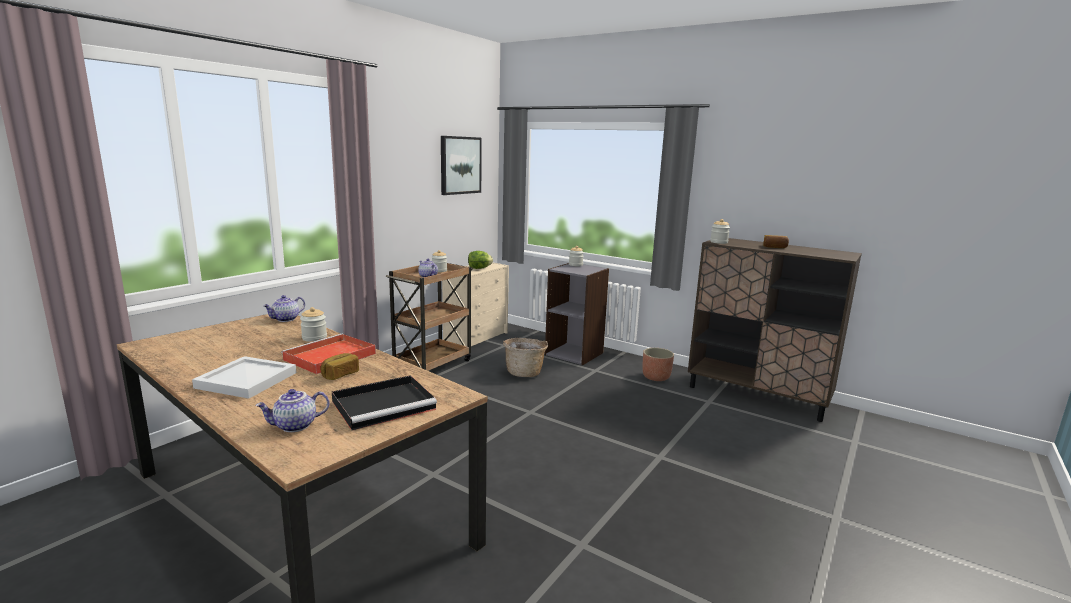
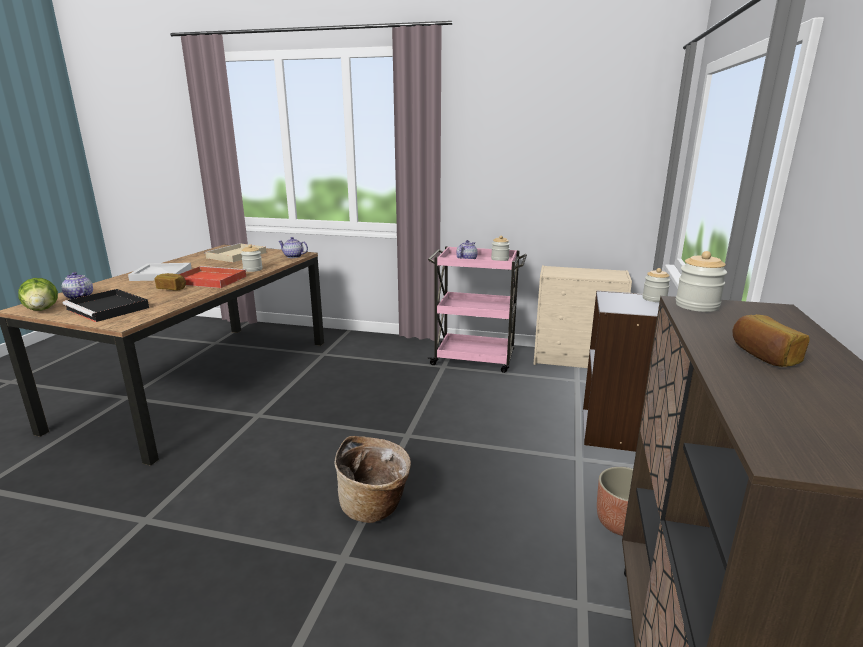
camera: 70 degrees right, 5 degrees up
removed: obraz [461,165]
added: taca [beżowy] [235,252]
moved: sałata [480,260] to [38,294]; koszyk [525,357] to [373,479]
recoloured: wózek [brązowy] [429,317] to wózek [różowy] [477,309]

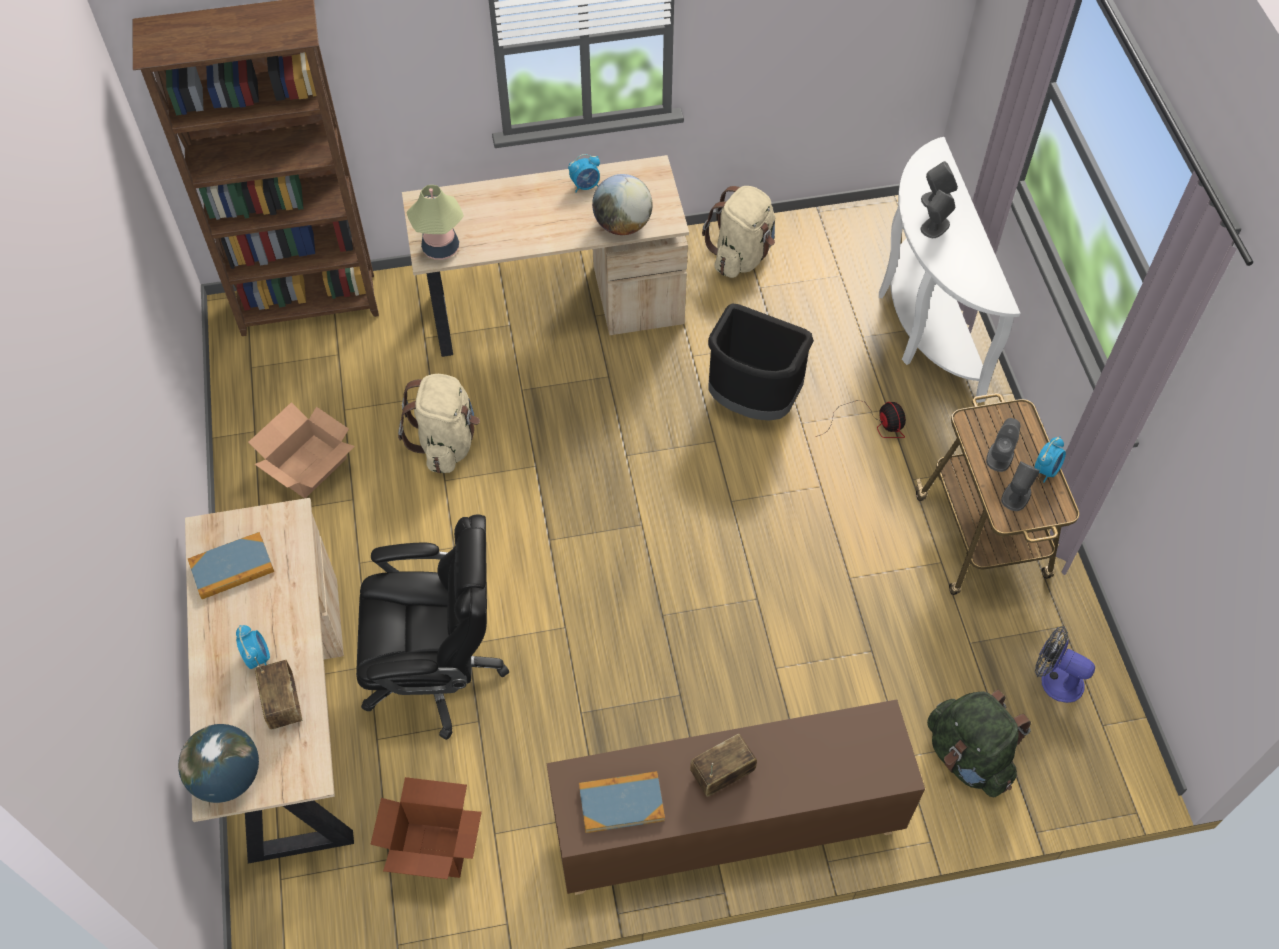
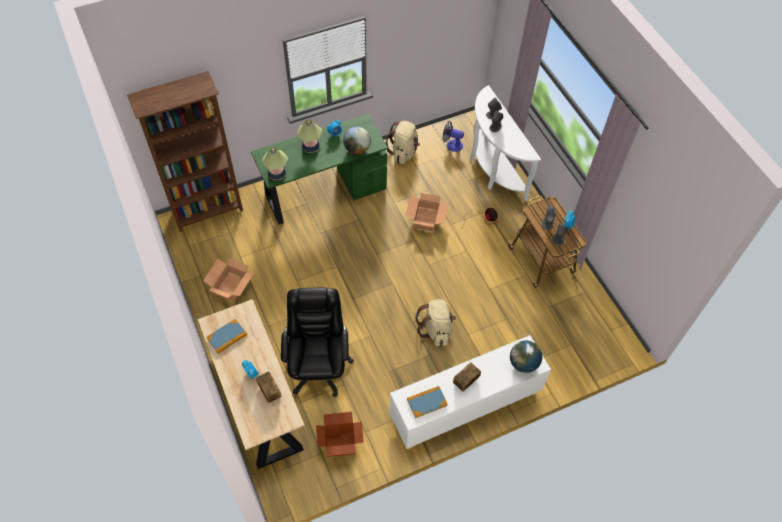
camera: 15 degrees left, 0 degrees up
removed: plecak [zielony] [979,743]
added: lampa stołowa [309,136]
moved: plecak [beżowy] [439,423] to [436,323]; wentylator [1065,664] to [453,136]; globus [218,763] to [526,357]
replaced: kosz na śmieci [czarny] [761,361] to karton [427,212]
recoloured: biurko [beżowy] [545,256] to biurko [zielony] [319,169]; szafka [brązowy] [735,797] to szafka [biały] [470,392]
turned: krzesło biurowe [czarny] [432,627] = [317,342] 75 degrees counterclockwise

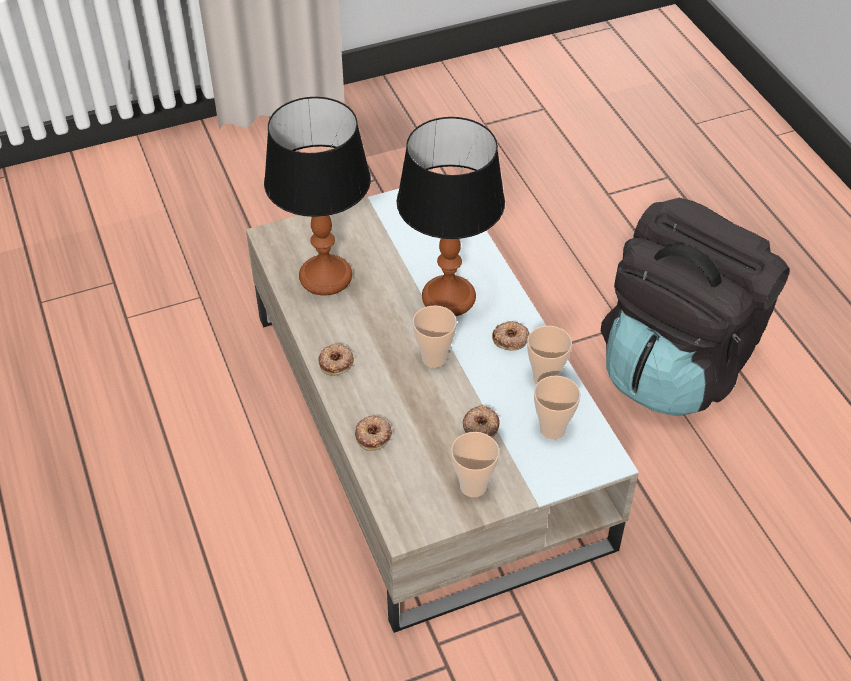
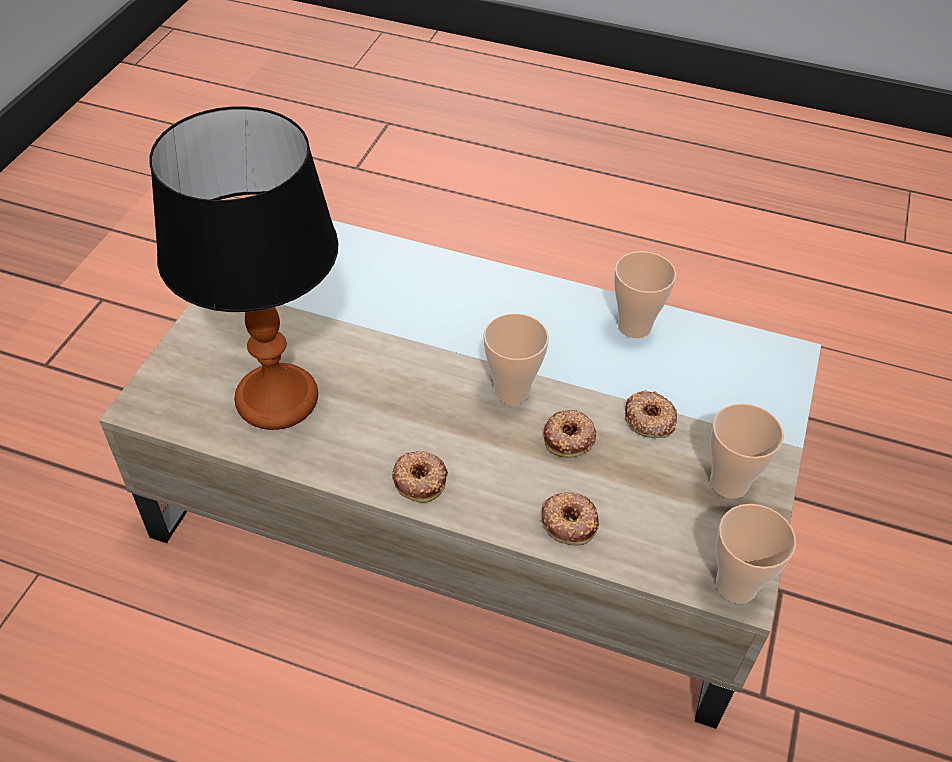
camera: 50 degrees left, 0 degrees up
removed: lampa stołowa [451,216]; plecak [czarny] [695,307]
moved: donut [510,336] to [569,434]; filiżanka [557,408] to [756,554]

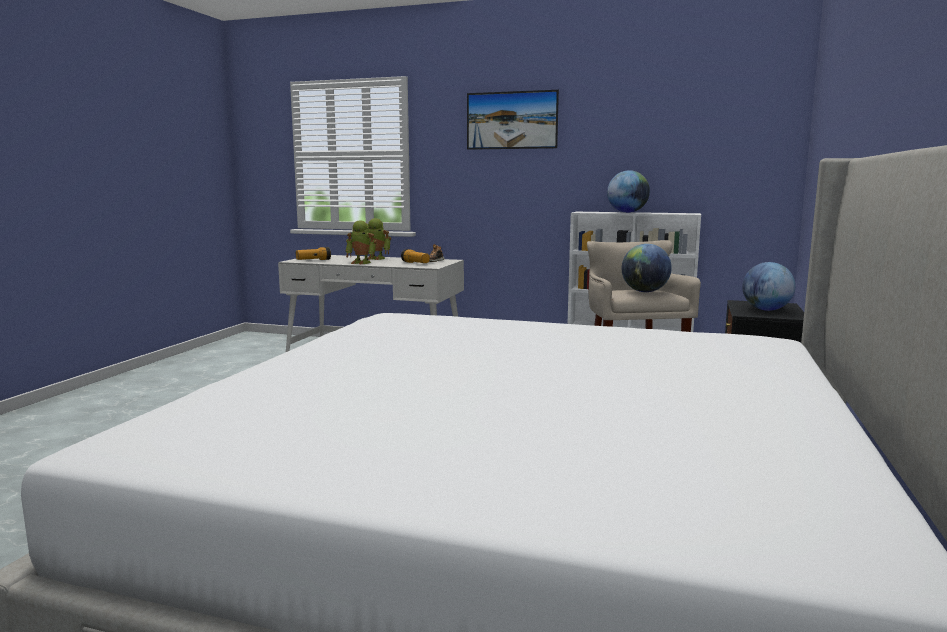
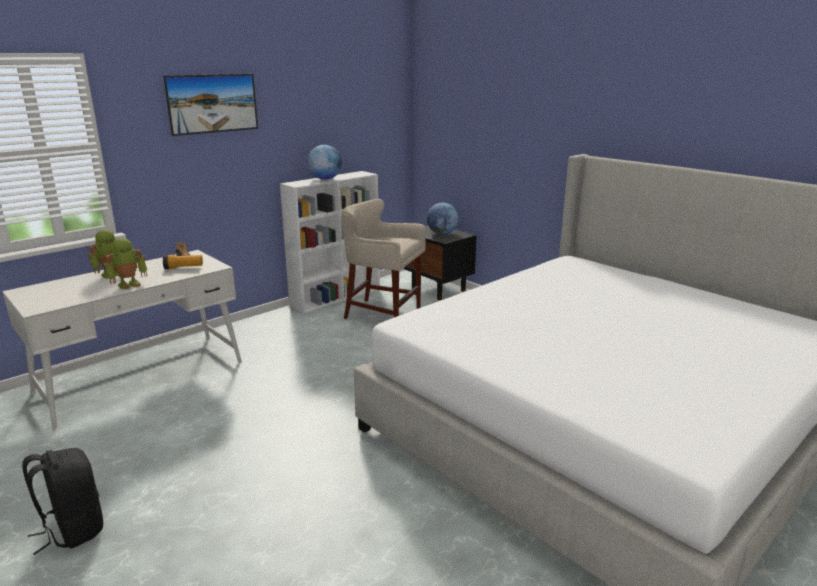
camera: 60 degrees left, 10 degrees up
removed: globus [647,268]; latarka [313,253]
added: plecak [czarny] [62,501]

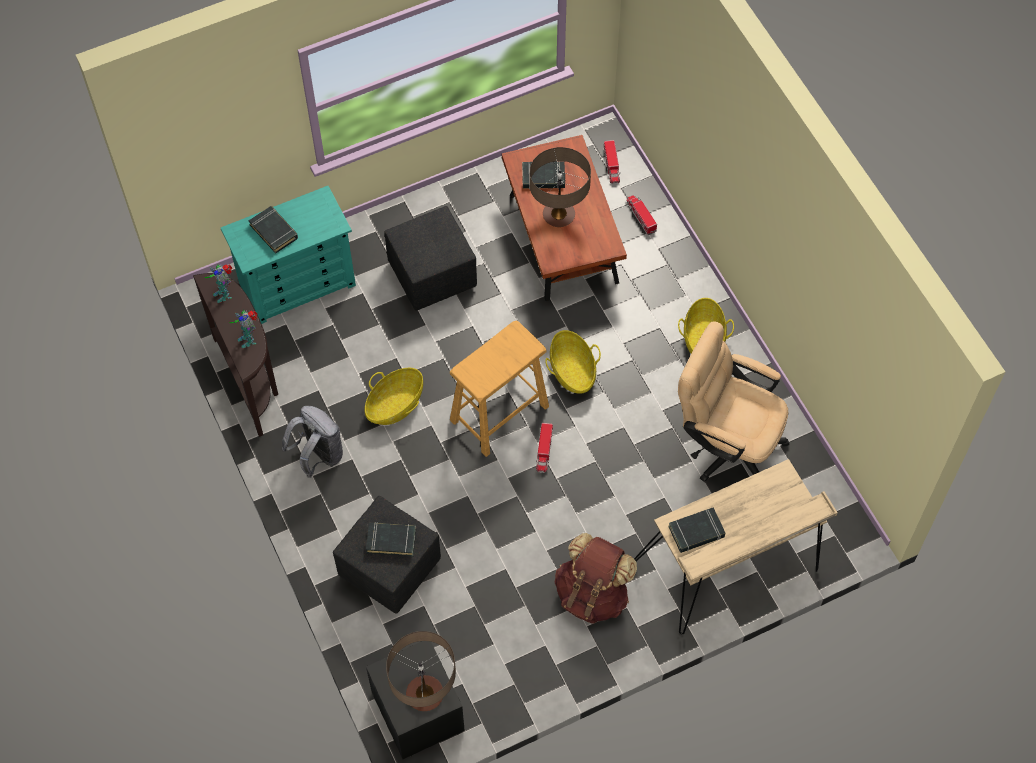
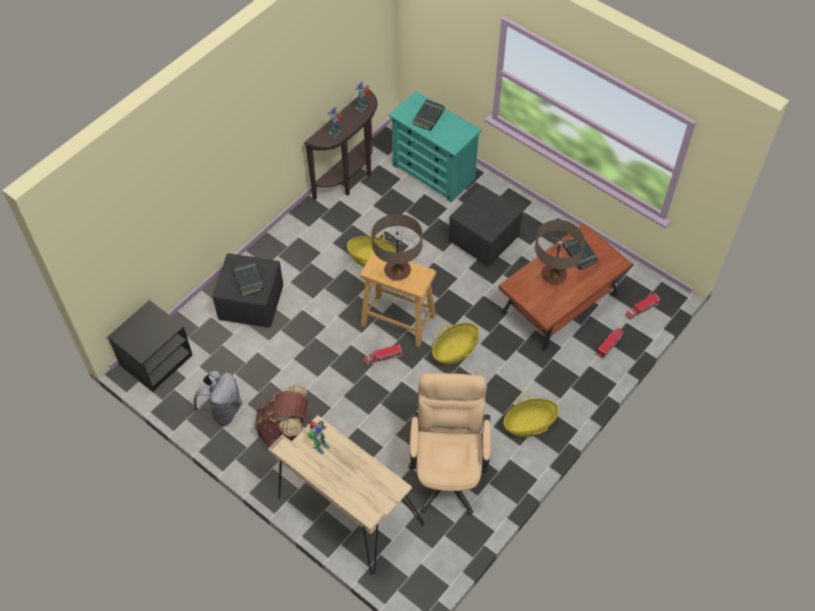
camera: 65 degrees right, 5 degrees down
moved: plecak [szary] [312,442] to [218,398]; lampa stołowa [421,671] to [397,247]
replaced: książka [czarny] [696,530] to robot zabawkowy [319,437]

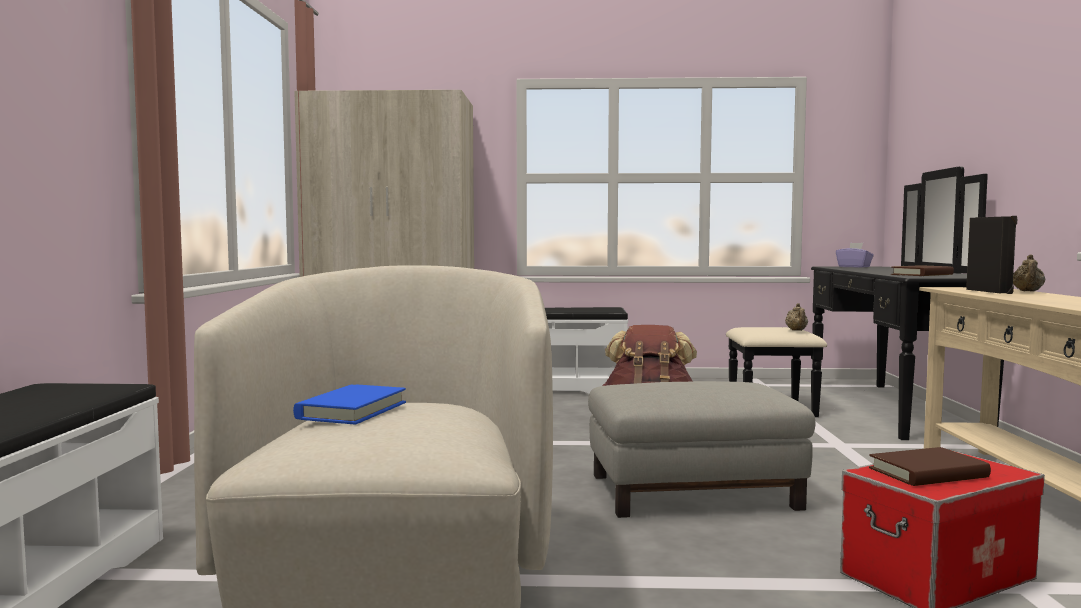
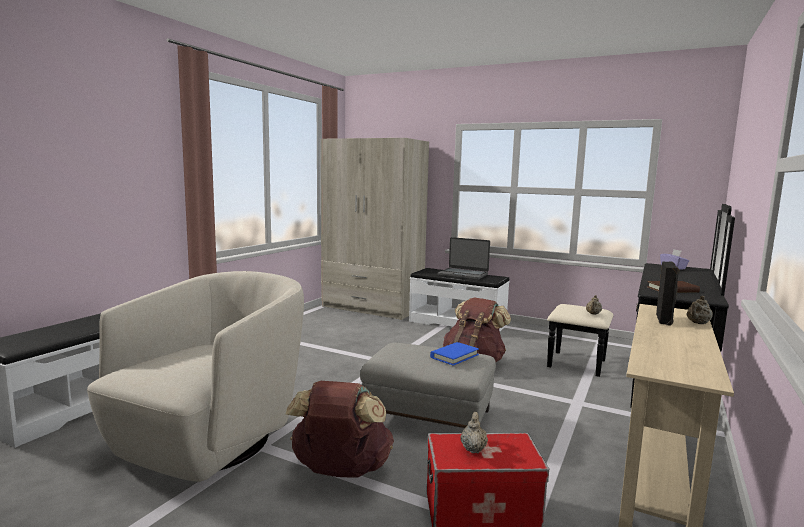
camera: 25 degrees right, 5 degrees up
added: laptop [464,258]; plecak [brązowy] [340,429]
moved: książka [niebieski] [349,404] to [454,354]
replaced: książka [brązowy] [930,466] to imbryk [beżowy] [474,433]

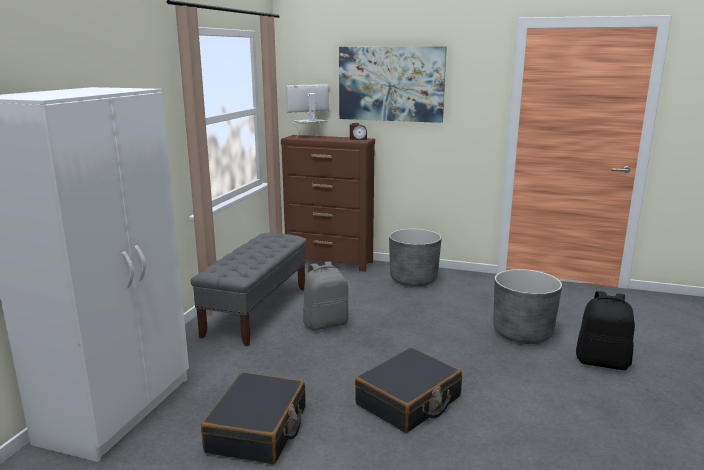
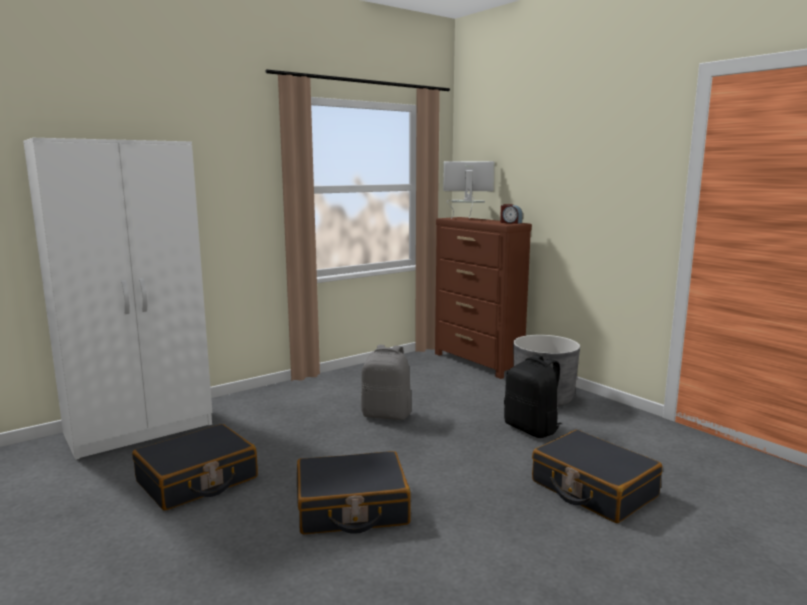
camera: 35 degrees right, 5 degrees down
removed: obraz [393,84]; ławka [szary] [249,289]
moved: plecak [czarny] [605,330] to [533,396]
replaced: donica [szary] [527,306] to walizka [czarny] [597,476]

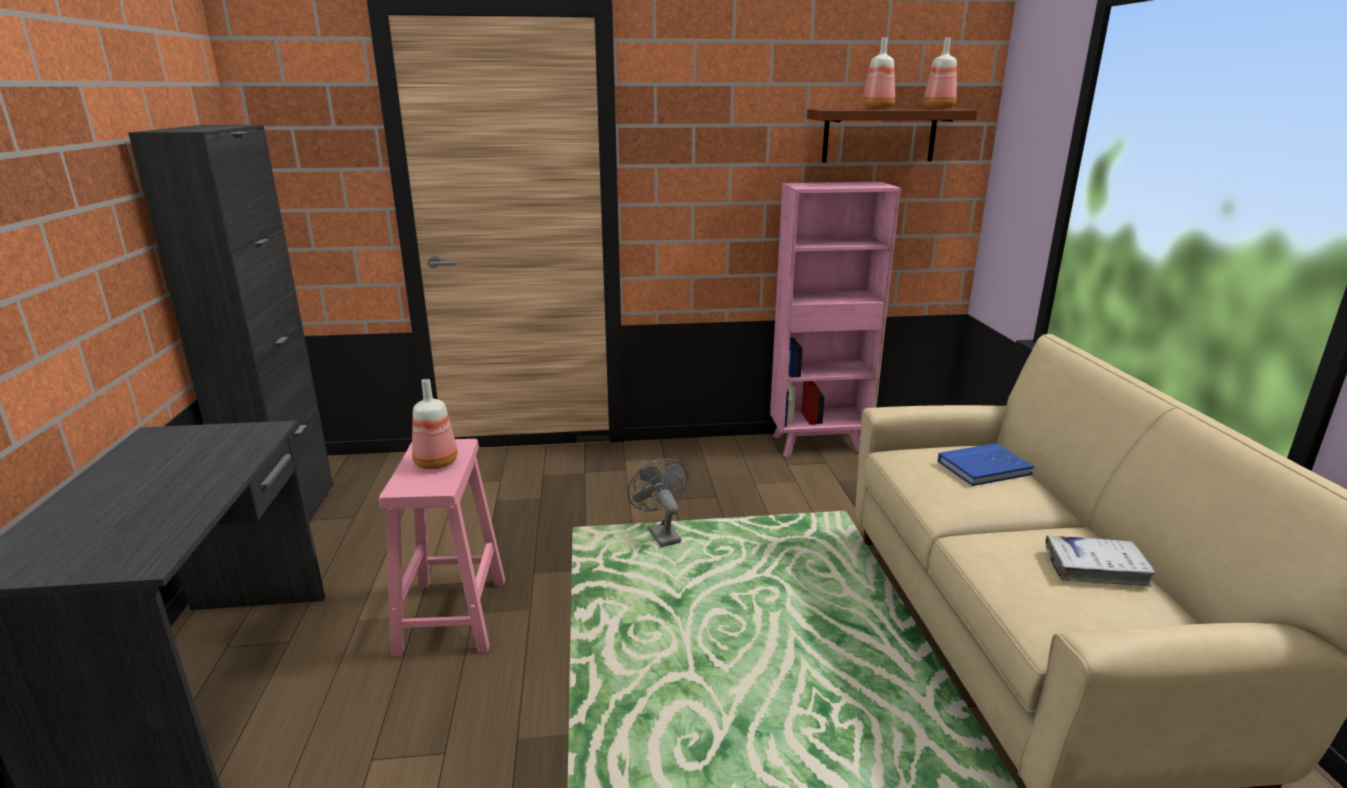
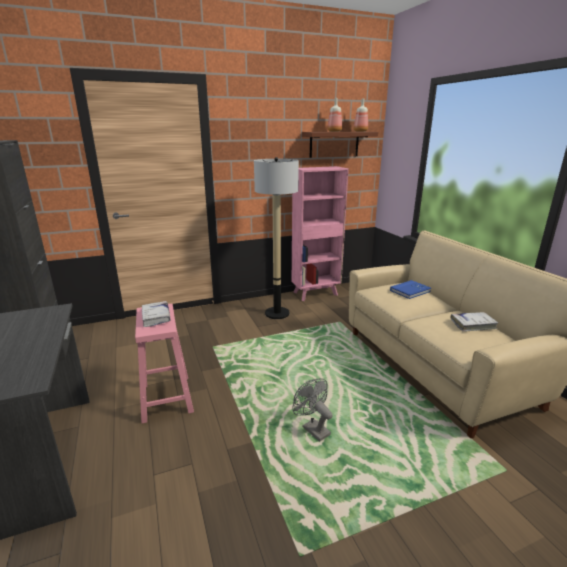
camera: 15 degrees left, 0 degrees up
added: lampa stojąca [276,238]
moved: wentylator [szary] [658,503] to [313,410]
replaced: butelka [435,424] to książka [biały] [156,314]

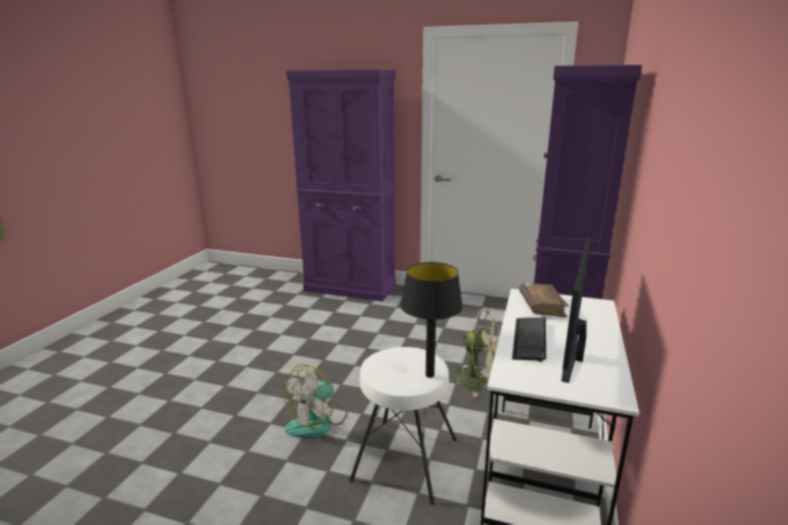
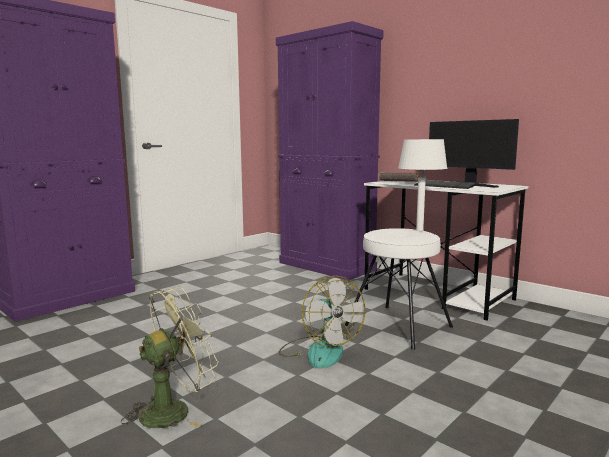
camera: 65 degrees left, 10 degrees down
moved: wentylator [zielony] [478,352] to [170,357]
recoloured: lampa stołowa [czarny] [432,320] to lampa stołowa [biały] [423,185]

